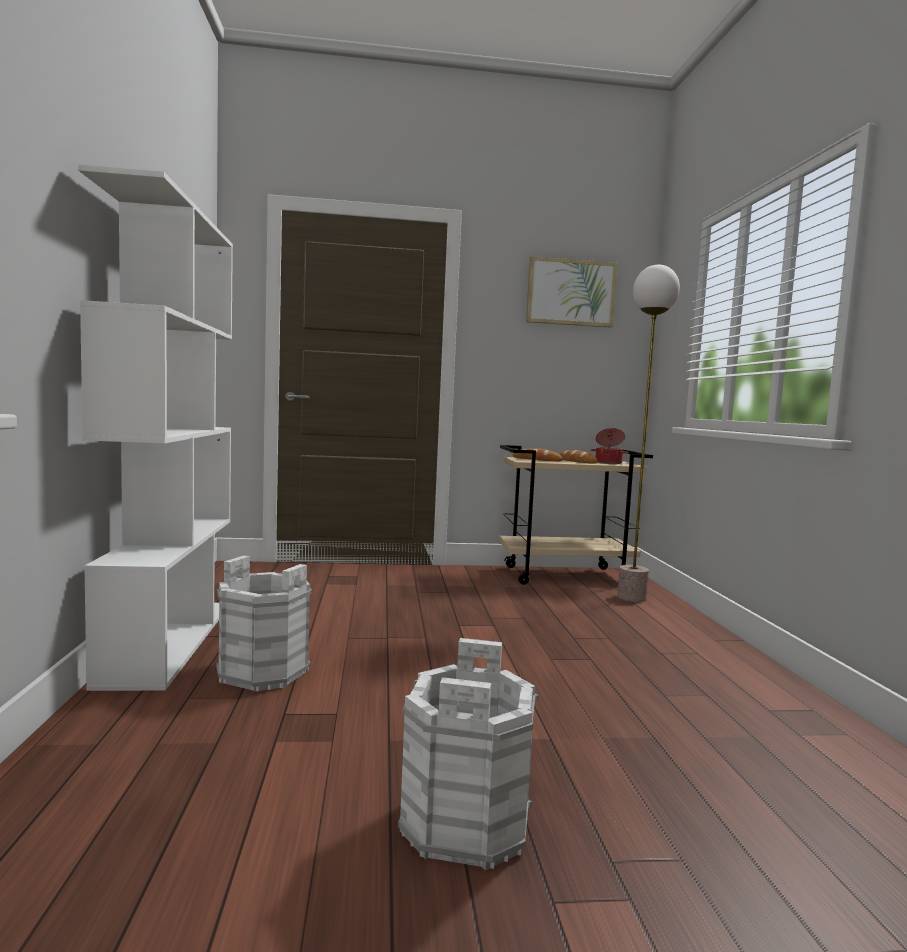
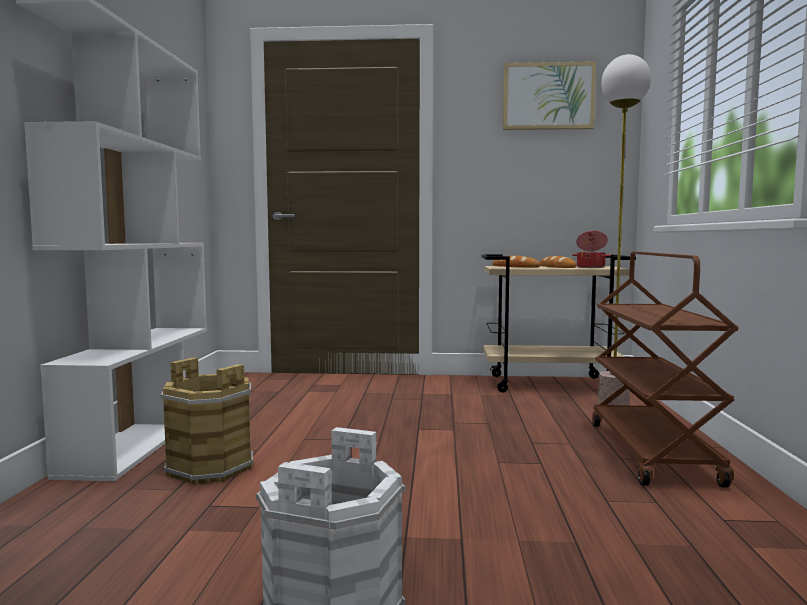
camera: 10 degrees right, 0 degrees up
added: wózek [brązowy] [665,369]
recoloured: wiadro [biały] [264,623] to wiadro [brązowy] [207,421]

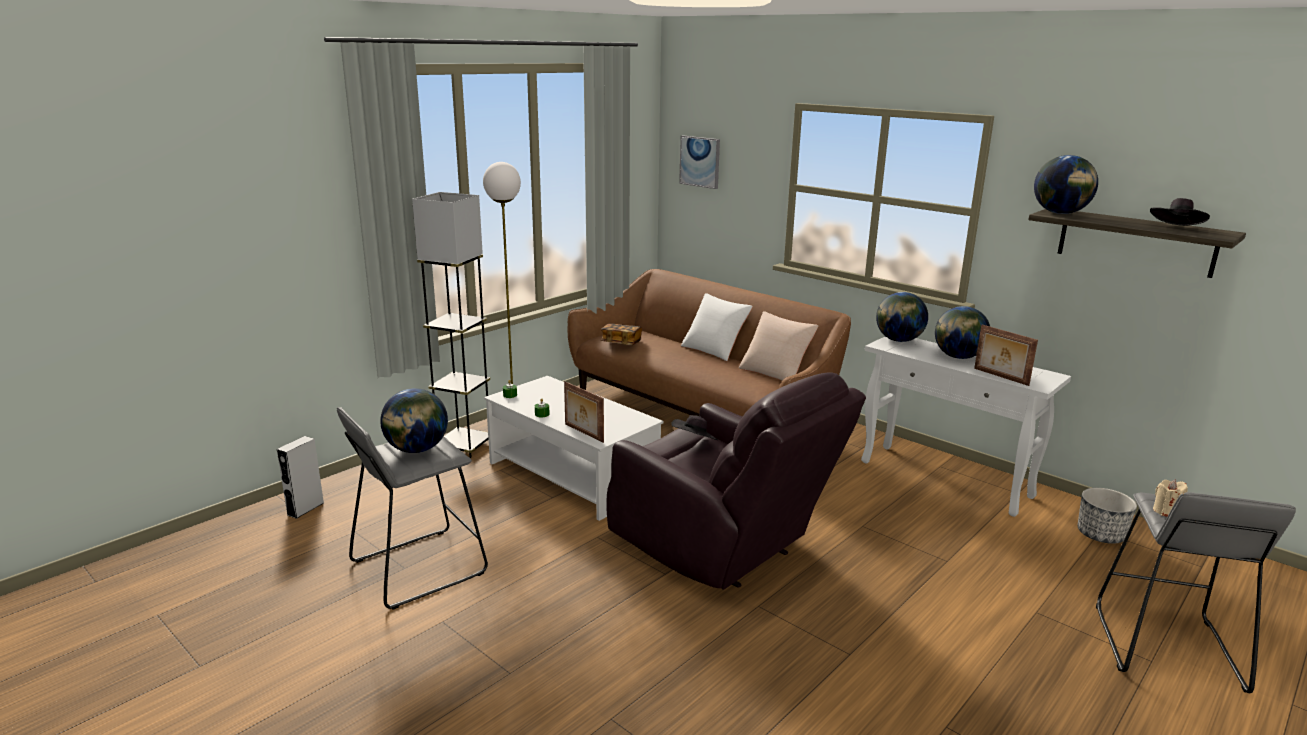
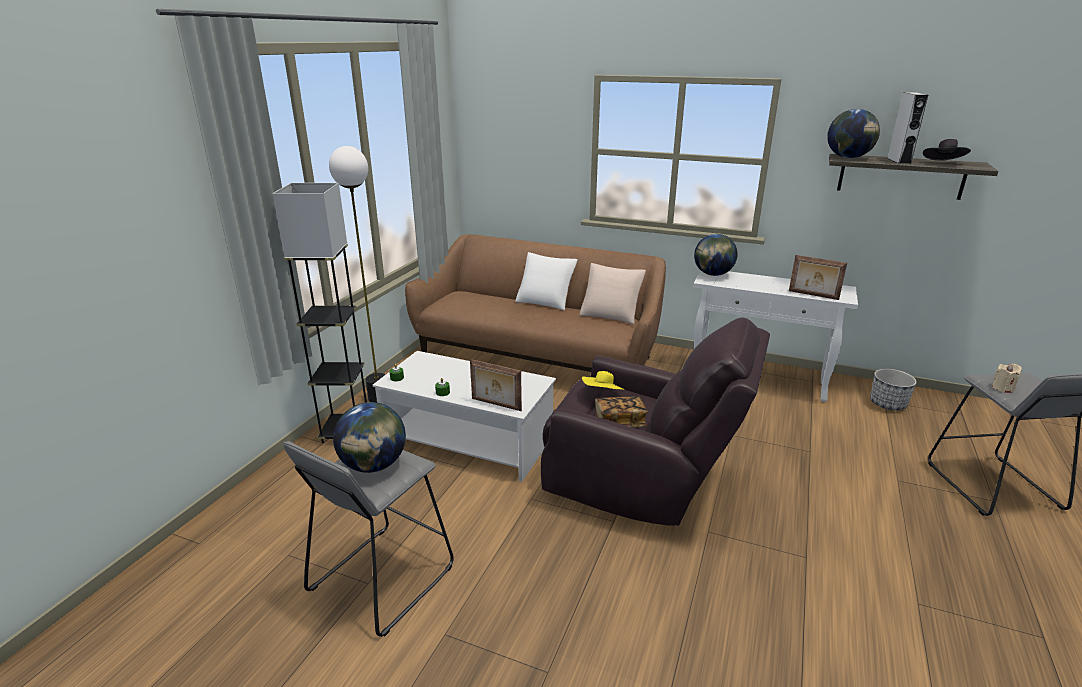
camera: 20 degrees left, 5 degrees up
removed: obraz [699,162]; globus [962,332]
moved: książka [621,334] to [621,412]; głośnik [szary] [300,477] to [907,128]
recoloured: kapelusz [czarny] [694,427] to kapelusz [żółty] [603,380]

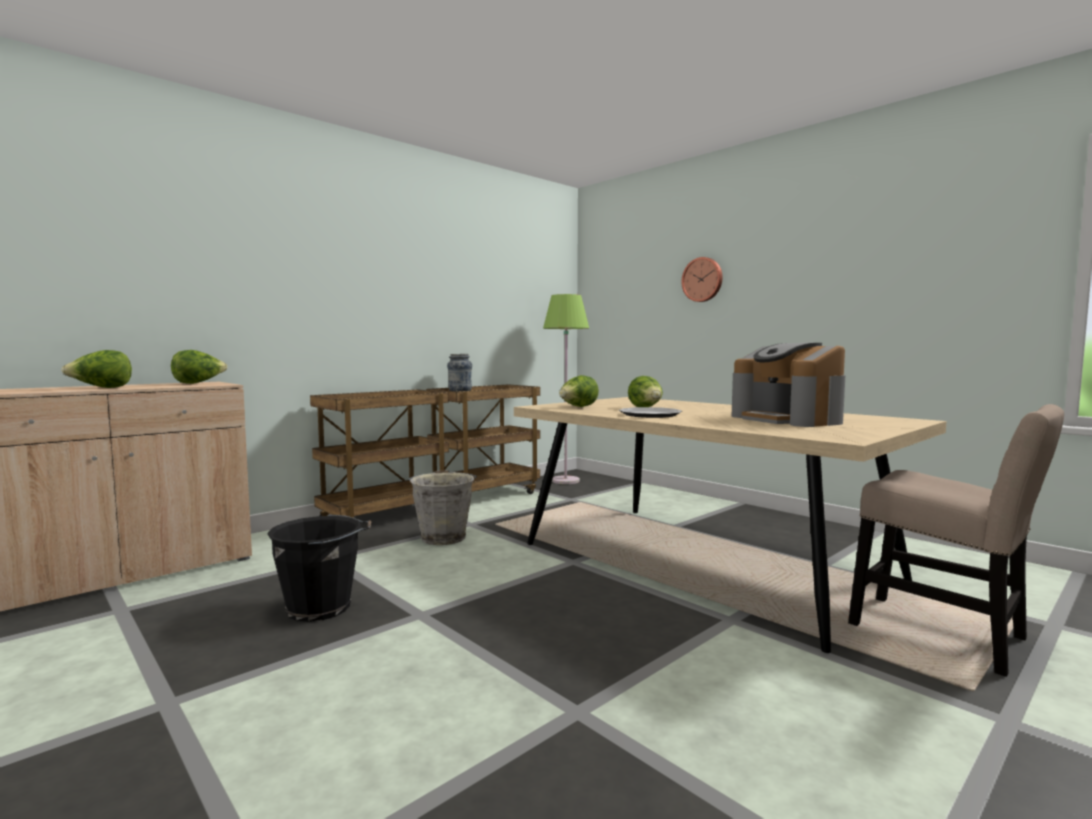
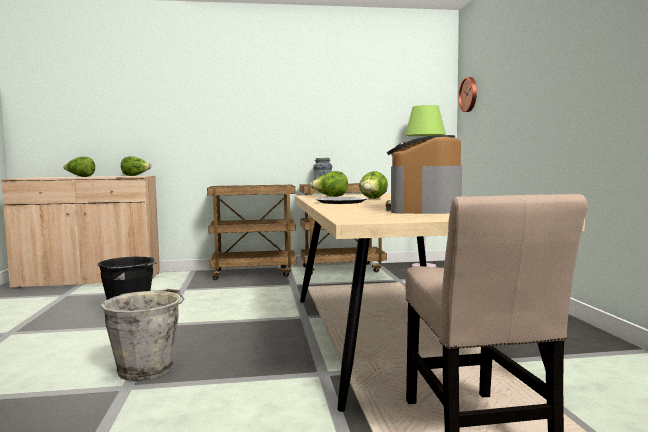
camera: 35 degrees right, 0 degrees up
moved: zegar ścienny [701,279] to [467,94]; wiadro [szary] [442,507] to [142,335]

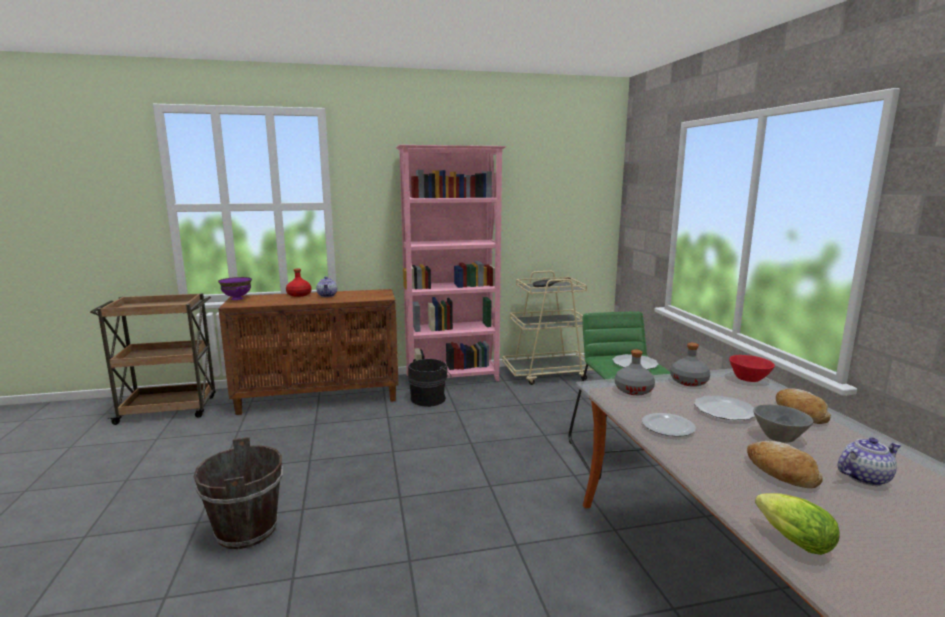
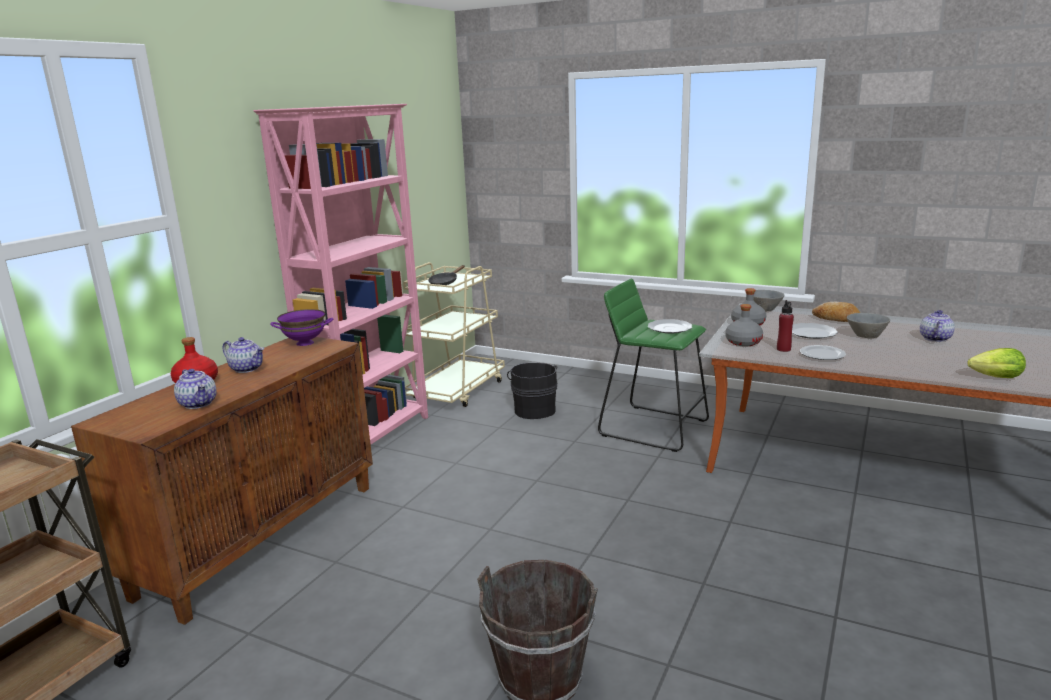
camera: 50 degrees left, 5 degrees up
removed: chleb [785,464]
added: butelka [czerwony] [785,326]; imbryk [195,389]
moved: miska [fioletowy] [235,288] to [301,327]; wiadro [czarny] [430,383] to [532,391]
recoloured: miska [czerwony] [752,368] to miska [szary] [769,300]

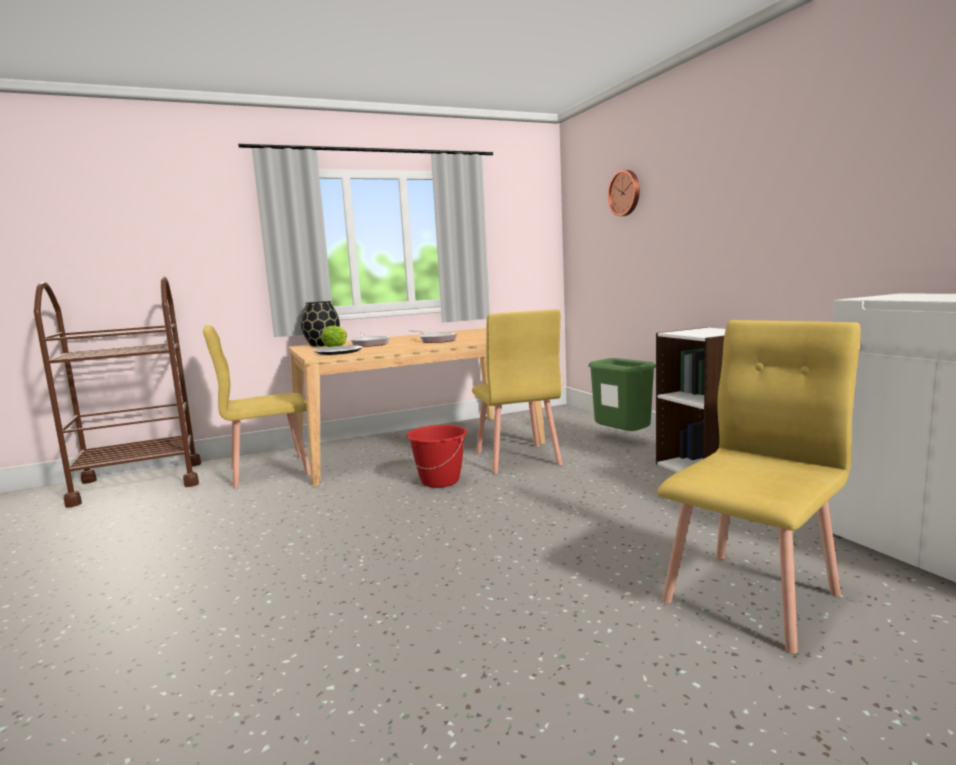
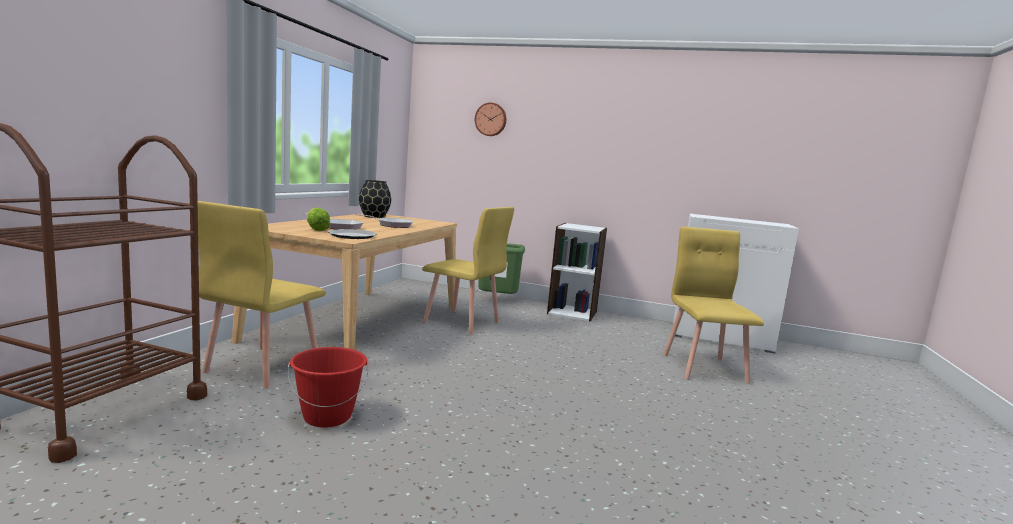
camera: 50 degrees left, 0 degrees up
moved: wazon [czarny] [320,323] to [375,199]; wiadro [czerwony] [437,456] to [328,387]

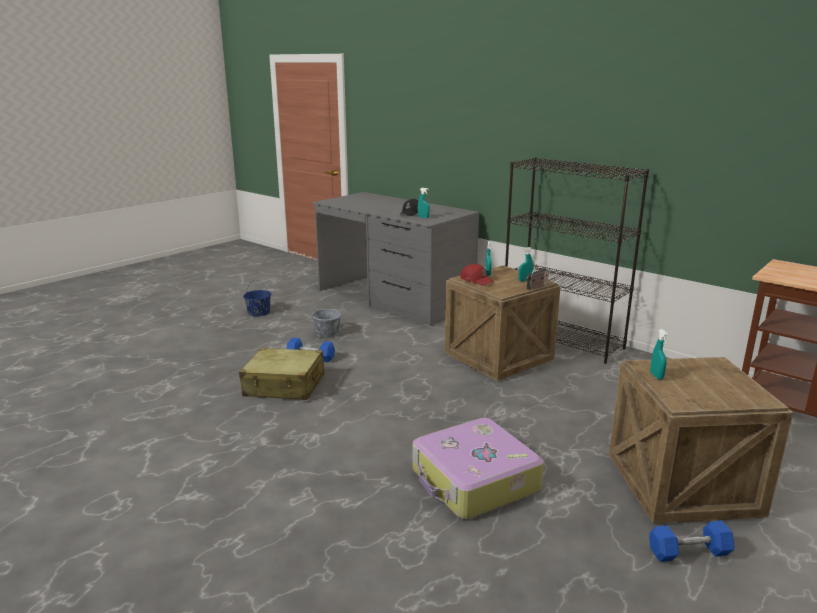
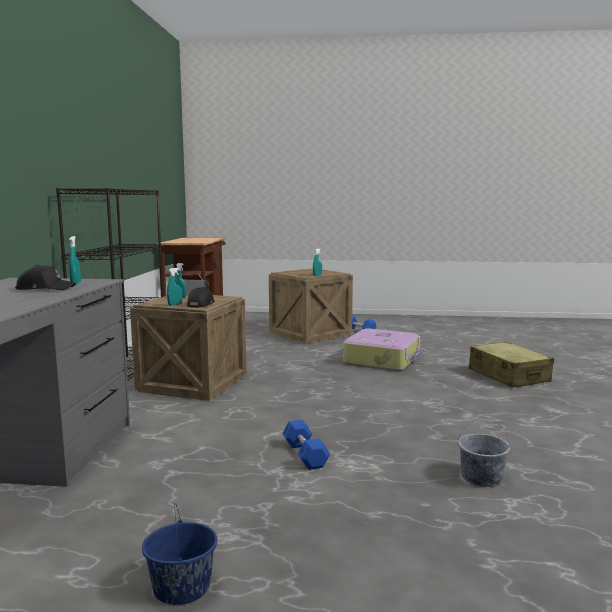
camera: 125 degrees left, 10 degrees down
moved: wiadro [szary] [326,318] to [484,452]; walizka [beżowy] [282,374] to [511,365]
recoloured: czapka z daszkiem [czerwony] [477,274] to czapka z daszkiem [czarny] [201,297]

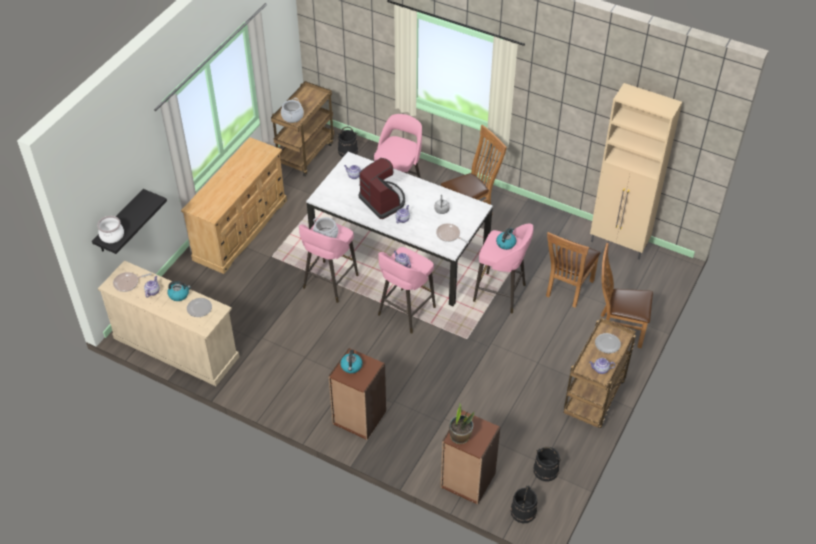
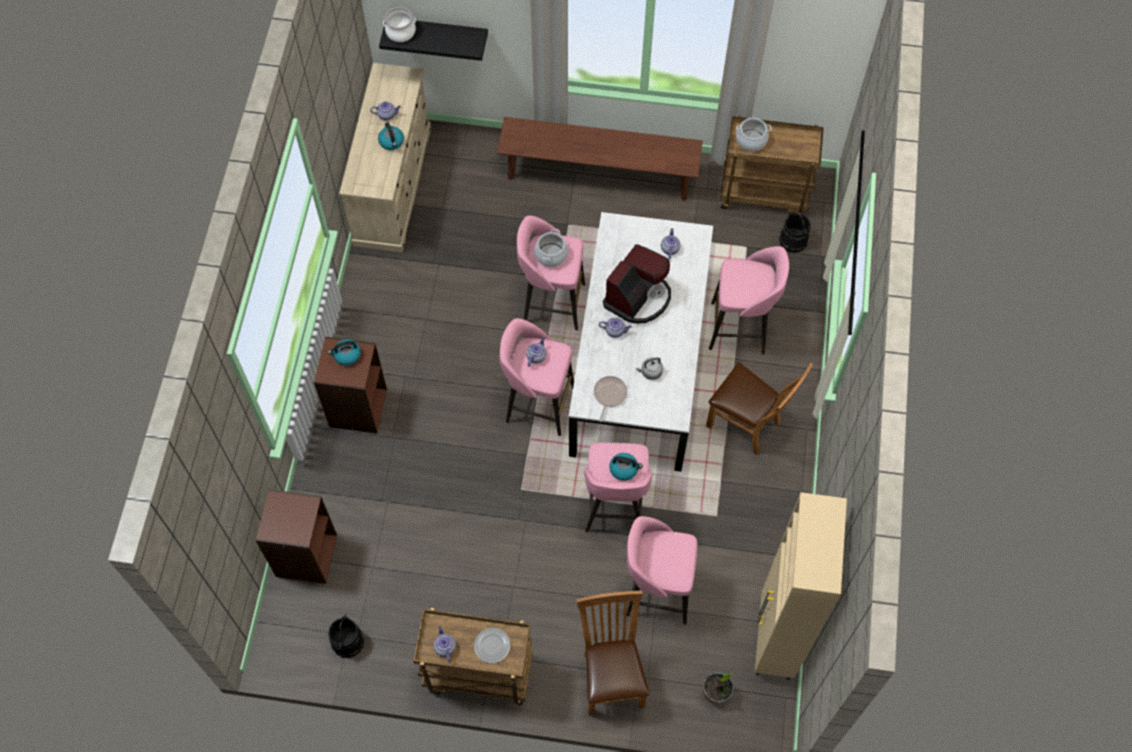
camera: 70 degrees right, 15 degrees up
removed: patelnia [132,282]; talerz [199,307]; wiadro [czarny] [524,504]
moved: roślina doniczkowa [461,424] to [718,688]
replaced: komoda [beżowy] [234,205] to ławka [brązowy] [600,159]; krzesło [brązowy] [573,270] to stołek [różowy] [662,570]

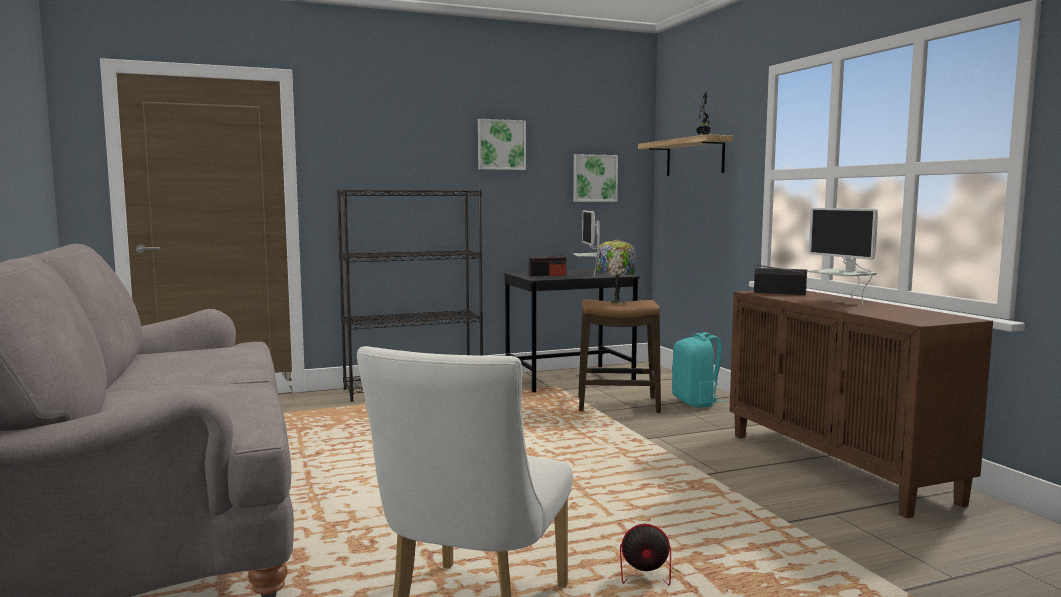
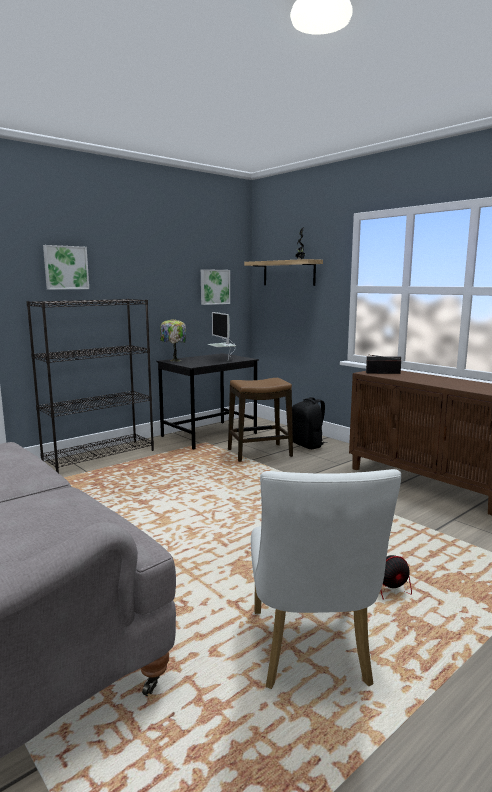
camera: 20 degrees left, 5 degrees up
removed: monitor [842,256]; radio [547,265]
moved: obraz [502,144] to [66,267]; lampa stołowa [616,271] to [173,340]
recoloured: plecak [turkusowy] [699,369] to plecak [czarny] [310,423]

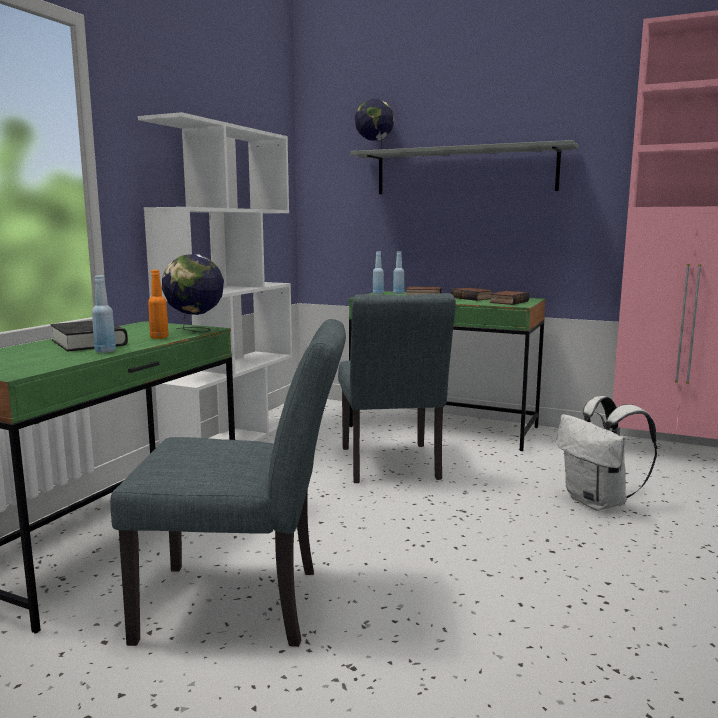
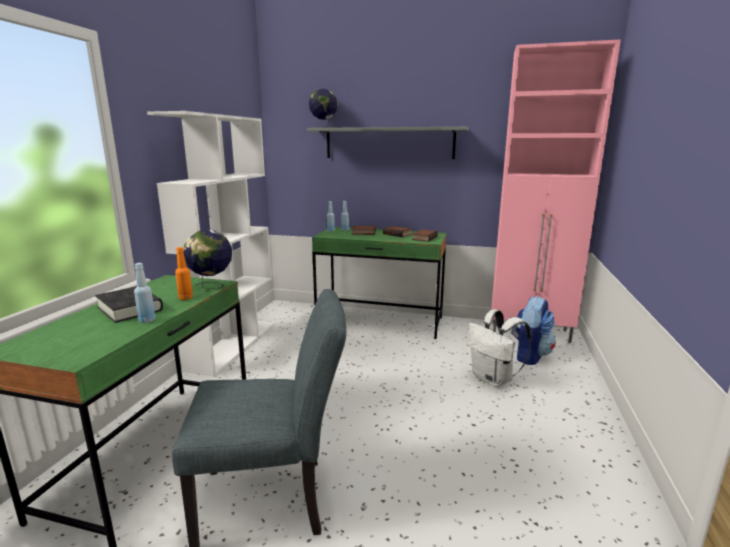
camera: 10 degrees left, 5 degrees up
removed: krzesło [szary] [397,388]
added: plecak [534,330]

